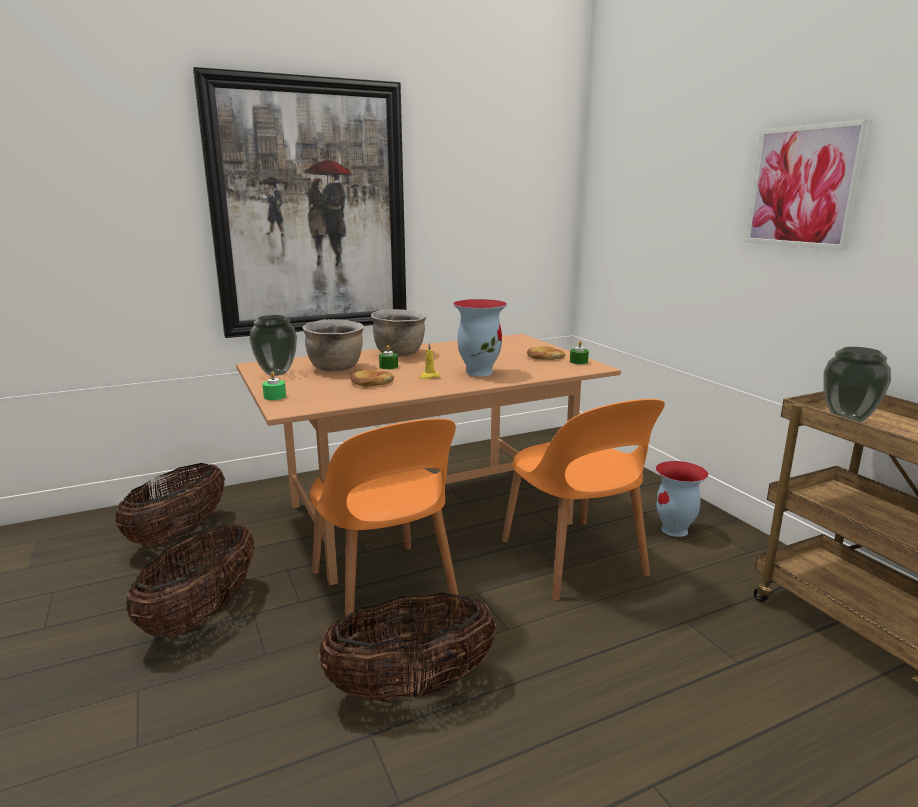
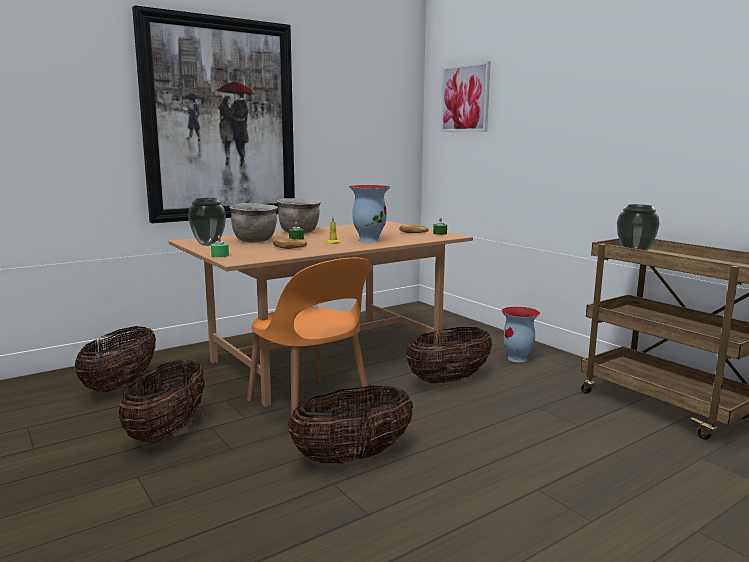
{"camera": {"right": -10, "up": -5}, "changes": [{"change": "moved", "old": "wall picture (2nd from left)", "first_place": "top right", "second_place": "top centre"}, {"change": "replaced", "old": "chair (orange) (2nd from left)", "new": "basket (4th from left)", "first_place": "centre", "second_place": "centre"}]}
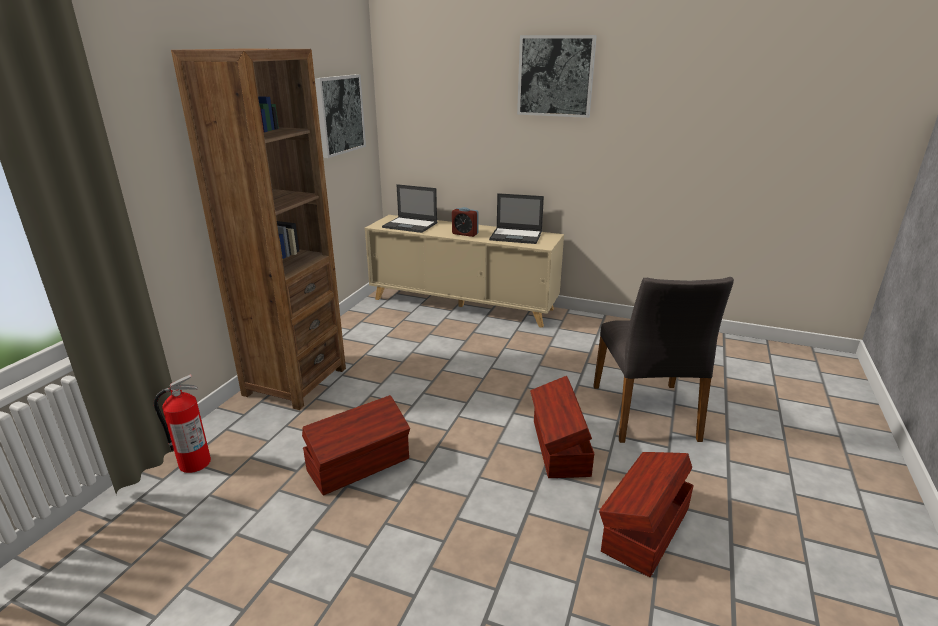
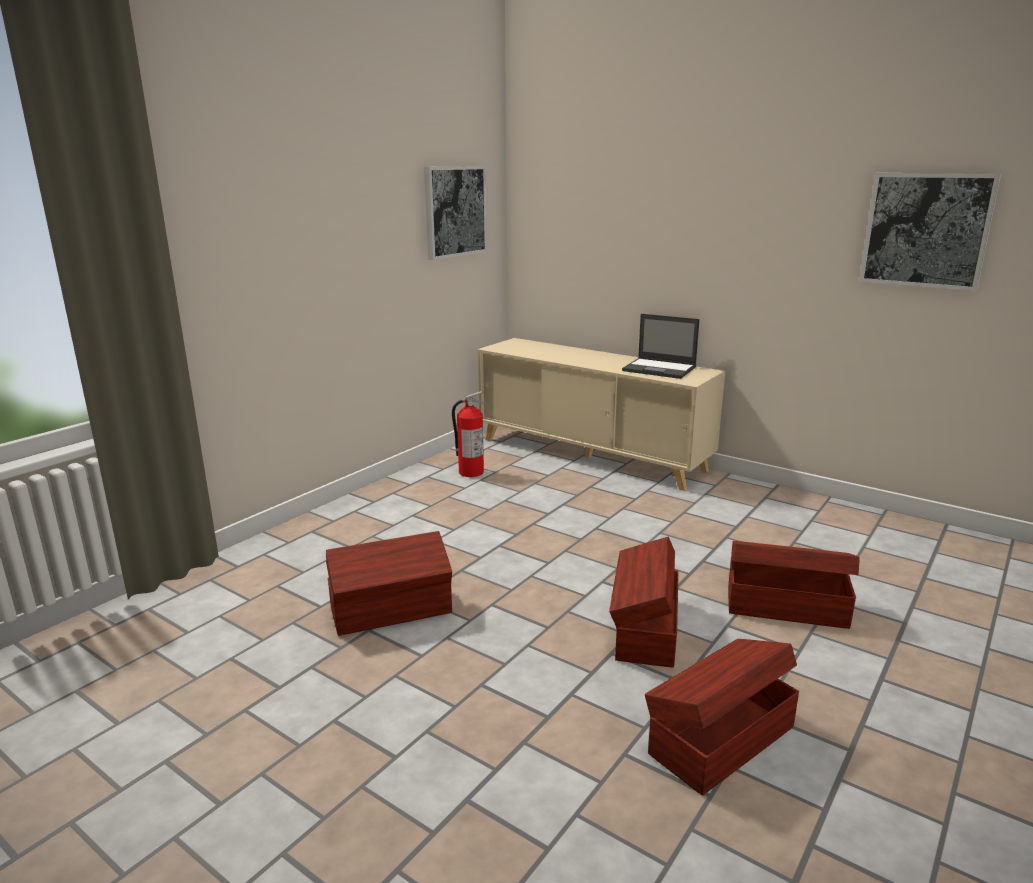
{"camera": {"right": 15, "up": -5}, "changes": [{"change": "removed", "old": "bookshelf (brown-coloured)", "first_place": "middle left"}, {"change": "removed", "old": "laptop (1st from left)", "first_place": "top centre"}, {"change": "removed", "old": "table clock", "first_place": "centre"}, {"change": "moved", "old": "extinguisher", "first_place": "bottom left", "second_place": "centre"}, {"change": "moved", "old": "wall picture (2nd from left)", "first_place": "top centre", "second_place": "top right"}, {"change": "replaced", "old": "chair (greyish)", "new": "storage container (brown-coloured) (4th from left)", "first_place": "middle right", "second_place": "middle right"}]}
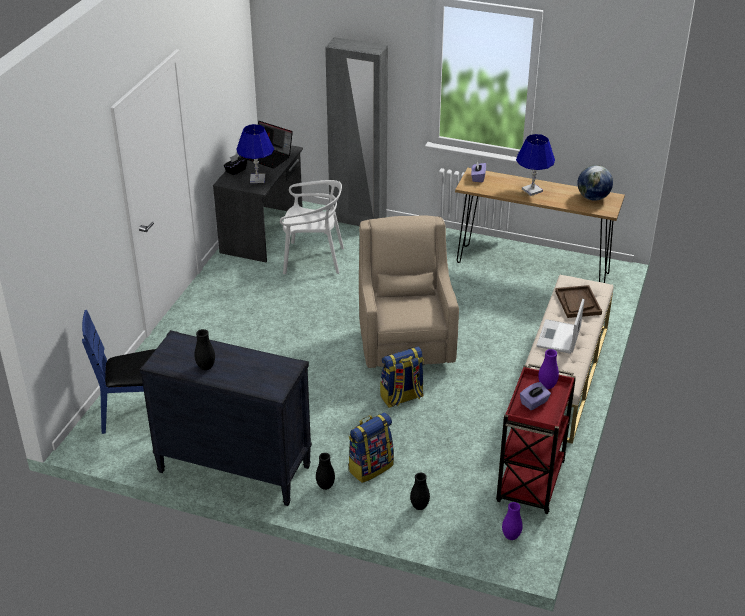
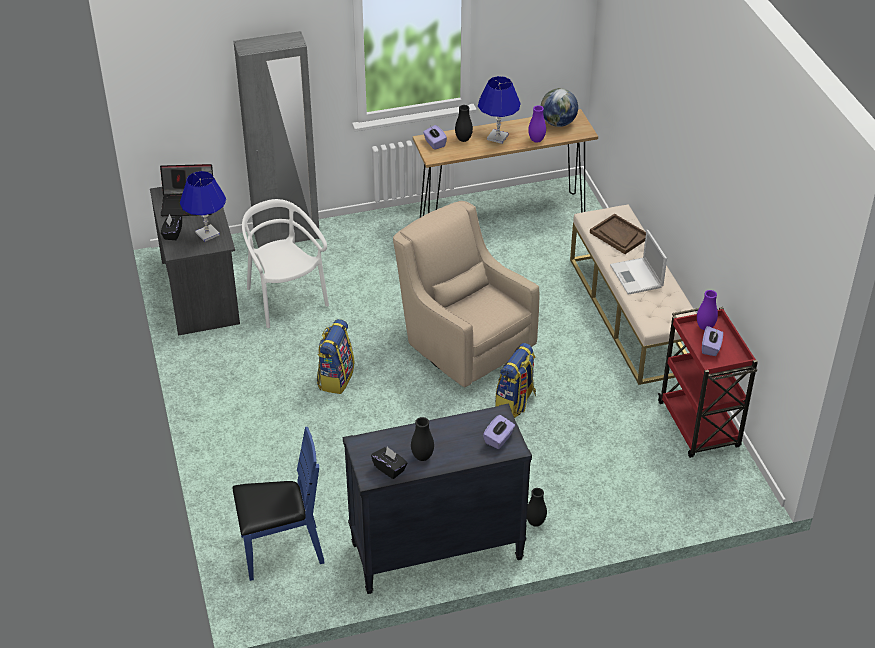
{"camera": {"right": -35, "up": 5}, "changes": [{"change": "added", "new": "box of tissues (black-coloured) (2nd from left)", "second_place": "bottom centre"}, {"change": "added", "new": "box of tissues (purple) (2nd from left)", "second_place": "bottom centre"}, {"change": "moved", "old": "knapsack (1st from left)", "first_place": "bottom centre", "second_place": "centre"}, {"change": "moved", "old": "flower vase (black-coloured) (3rd from left in the first image)", "new": "flower vase (black-coloured) (2nd from left)", "first_place": "bottom centre", "second_place": "top centre"}, {"change": "moved", "old": "flower vase (purple) (1st from left)", "first_place": "bottom right", "second_place": "top centre"}, {"change": "turned", "old": "chair (bluish)", "first_place": "middle left", "second_place": "bottom left", "degrees": -150}, {"change": "turned", "old": "chair (whitish)", "first_place": "centre", "second_place": "middle left", "degrees": -90}]}
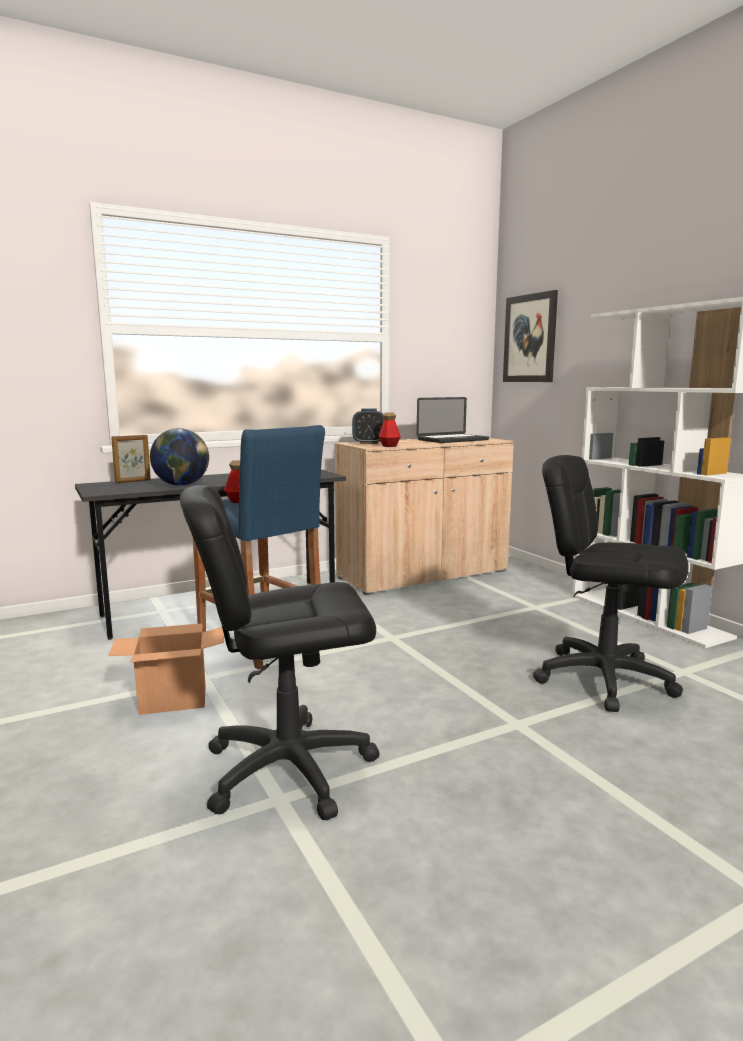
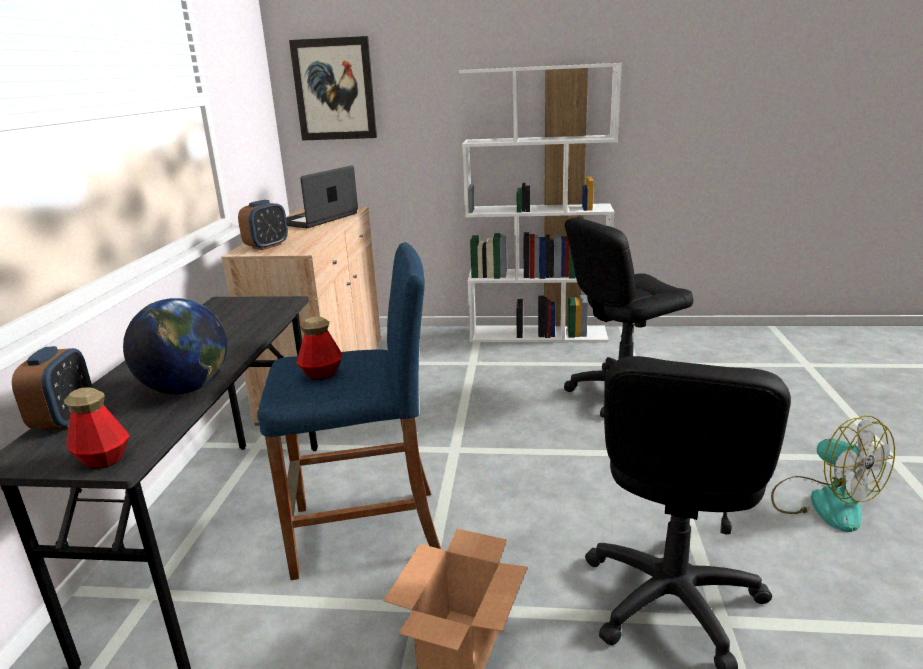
{"camera": {"right": -55, "up": 10}, "changes": [{"change": "added", "new": "electric fan", "second_place": "bottom right"}, {"change": "moved", "old": "beverage bottle (2nd from left in the first image)", "new": "beverage bottle (1st from left)", "first_place": "centre", "second_place": "middle left"}, {"change": "replaced", "old": "standing frame", "new": "table clock (1st from left)", "first_place": "middle left", "second_place": "middle left"}, {"change": "turned", "old": "laptop", "first_place": "centre", "second_place": "top centre", "degrees": -150}]}
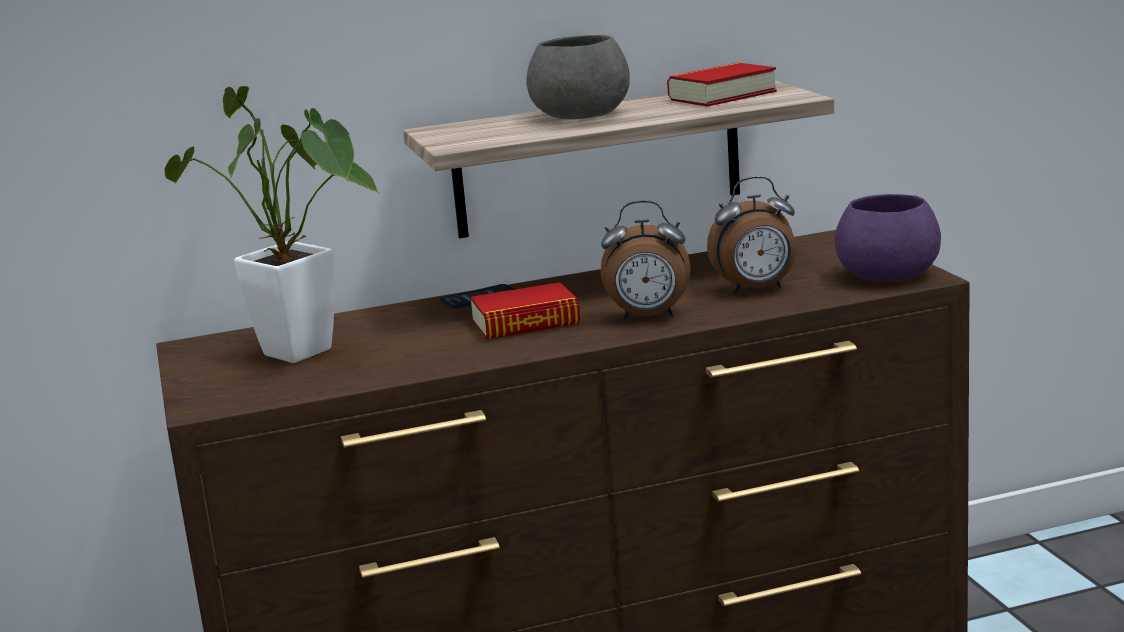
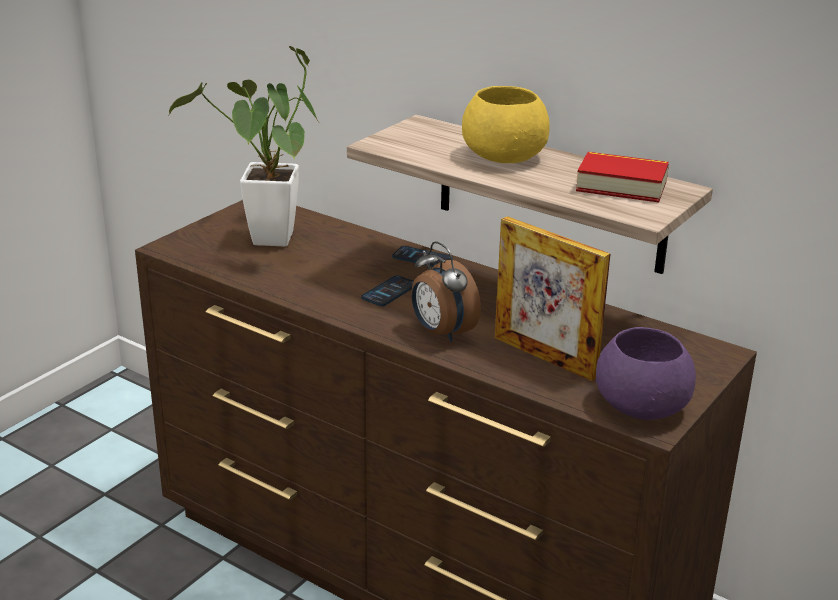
{"camera": {"right": 50, "up": 10}, "changes": [{"change": "replaced", "old": "volume (1st from left)", "new": "telephone (1st from left)", "first_place": "centre", "second_place": "centre"}, {"change": "replaced", "old": "table clock (2nd from left)", "new": "standing frame", "first_place": "middle right", "second_place": "centre"}, {"change": "recoloured", "old": "bowl (greyish)", "new": "bowl (yellow-coloured)", "first_place": "top centre", "second_place": "top centre"}]}
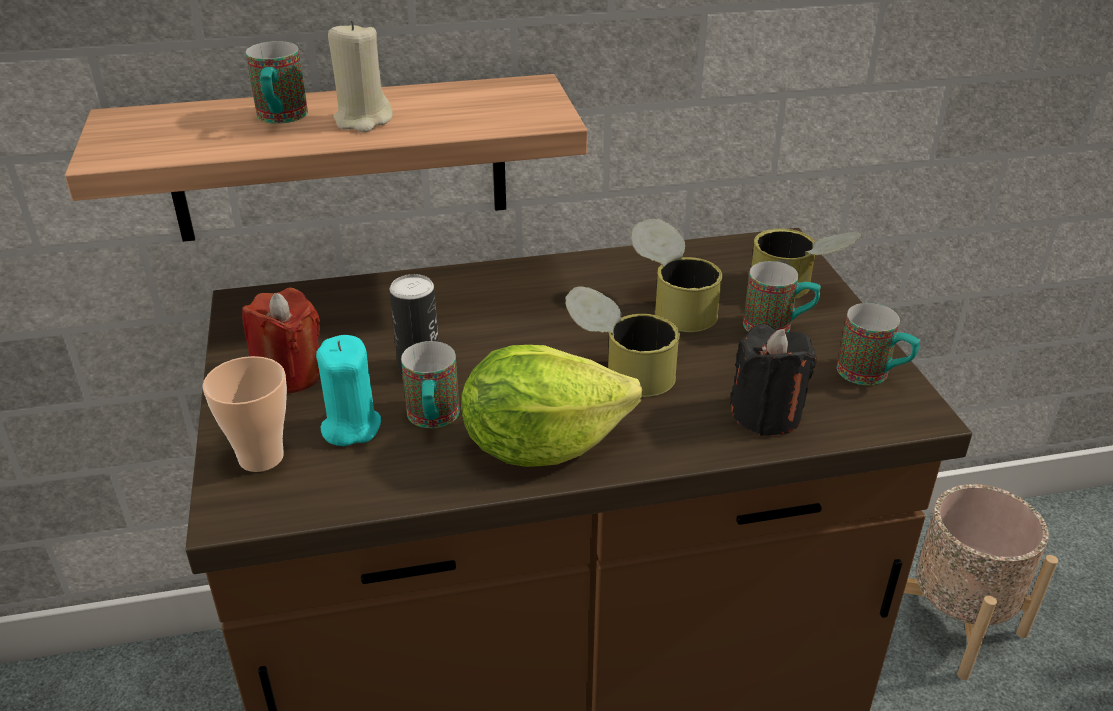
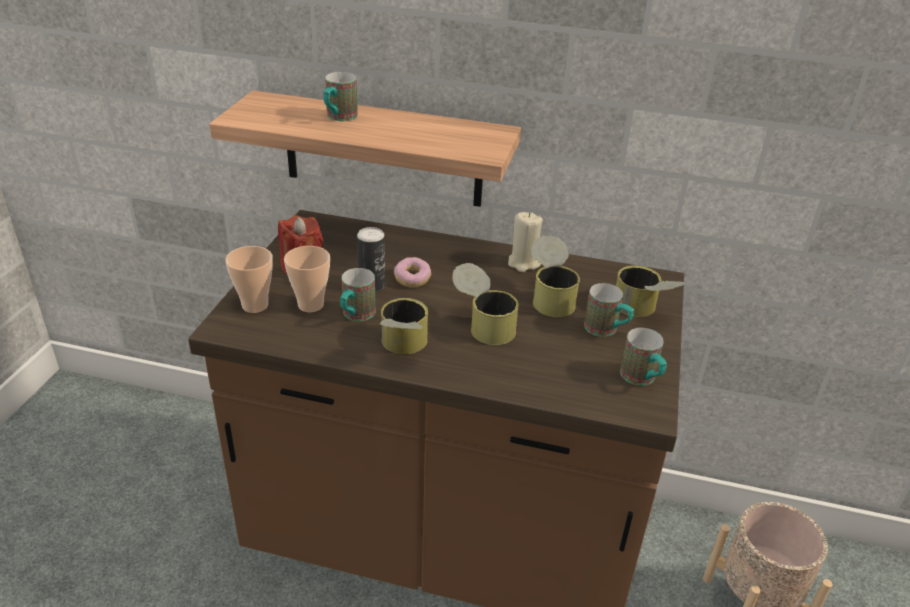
{"camera": {"right": 25, "up": 0}, "changes": [{"change": "removed", "old": "candle (black-coloured)", "first_place": "middle right"}, {"change": "added", "new": "donut", "second_place": "centre"}, {"change": "moved", "old": "candle (beige-coloured)", "first_place": "top left", "second_place": "centre"}, {"change": "replaced", "old": "candle (turquoise)", "new": "cup (2nd from left)", "first_place": "middle left", "second_place": "centre"}, {"change": "replaced", "old": "lettuce head", "new": "sealed can (2nd from left)", "first_place": "centre", "second_place": "centre"}]}
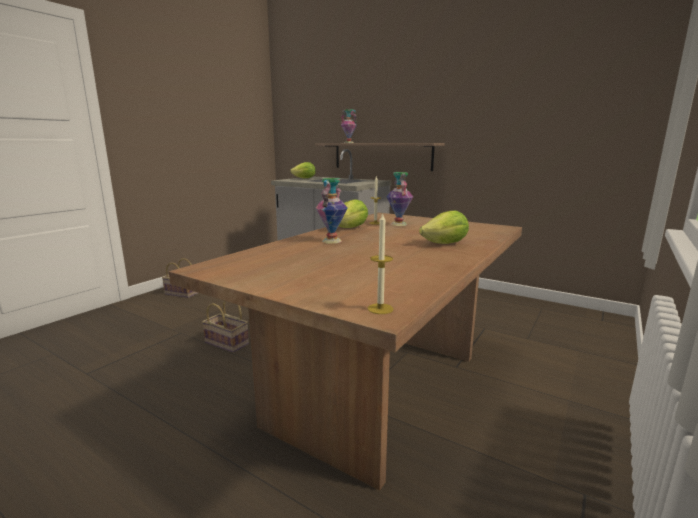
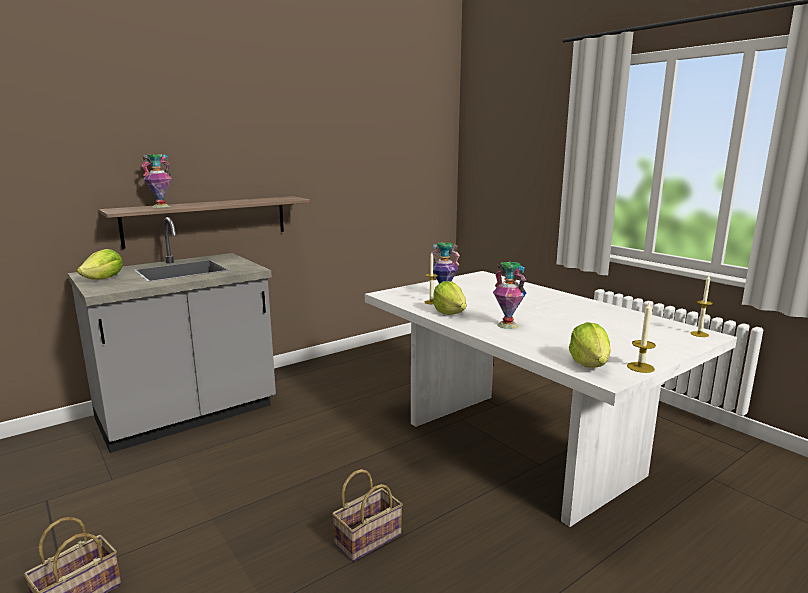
{"camera": {"right": -70, "up": 0}, "changes": [{"change": "added", "new": "candle (2nd from left)", "second_place": "middle right"}, {"change": "moved", "old": "lettuce head (3rd from left)", "first_place": "centre", "second_place": "middle right"}, {"change": "recoloured", "old": "dining table (brown-coloured)", "new": "dining table (whitish)", "first_place": "bottom centre", "second_place": "bottom right"}]}
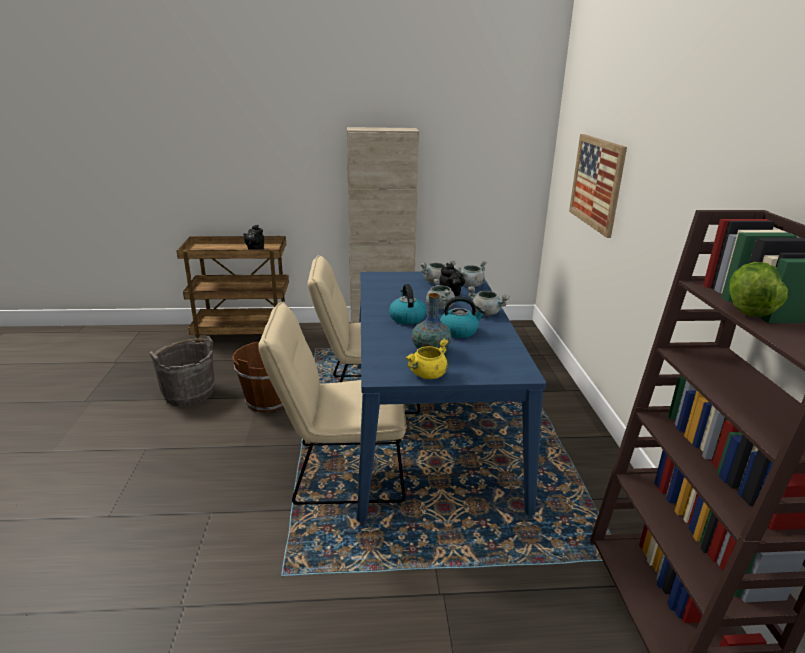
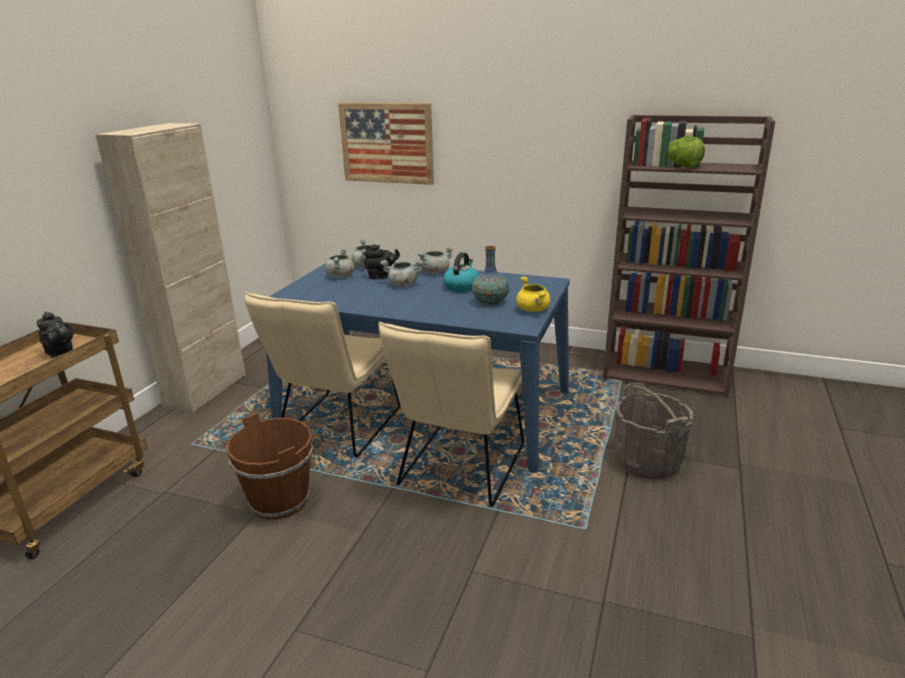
{"camera": {"right": -65, "up": 0}, "changes": [{"change": "removed", "old": "water kettle (1st from left)", "first_place": "centre"}, {"change": "moved", "old": "water bucket (greyish)", "first_place": "middle left", "second_place": "middle right"}]}
